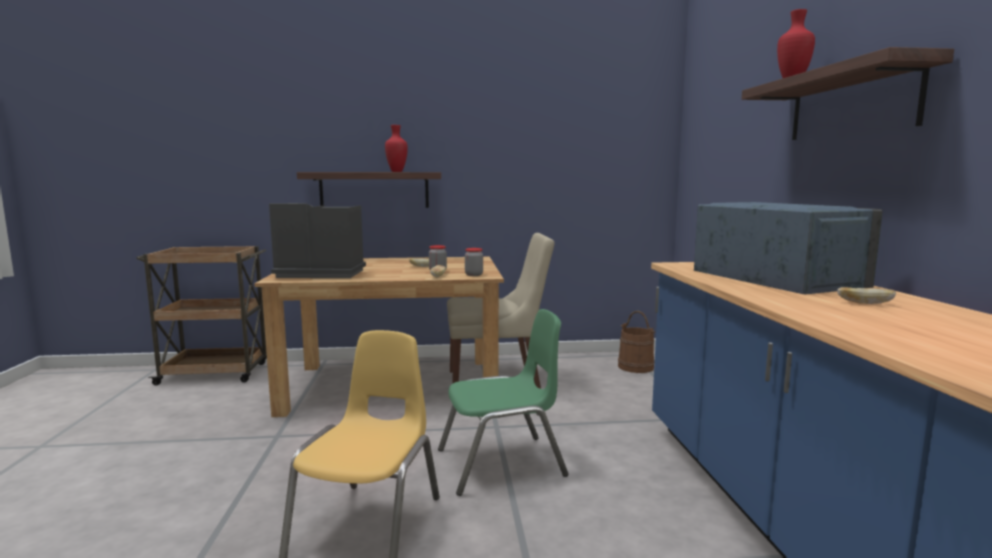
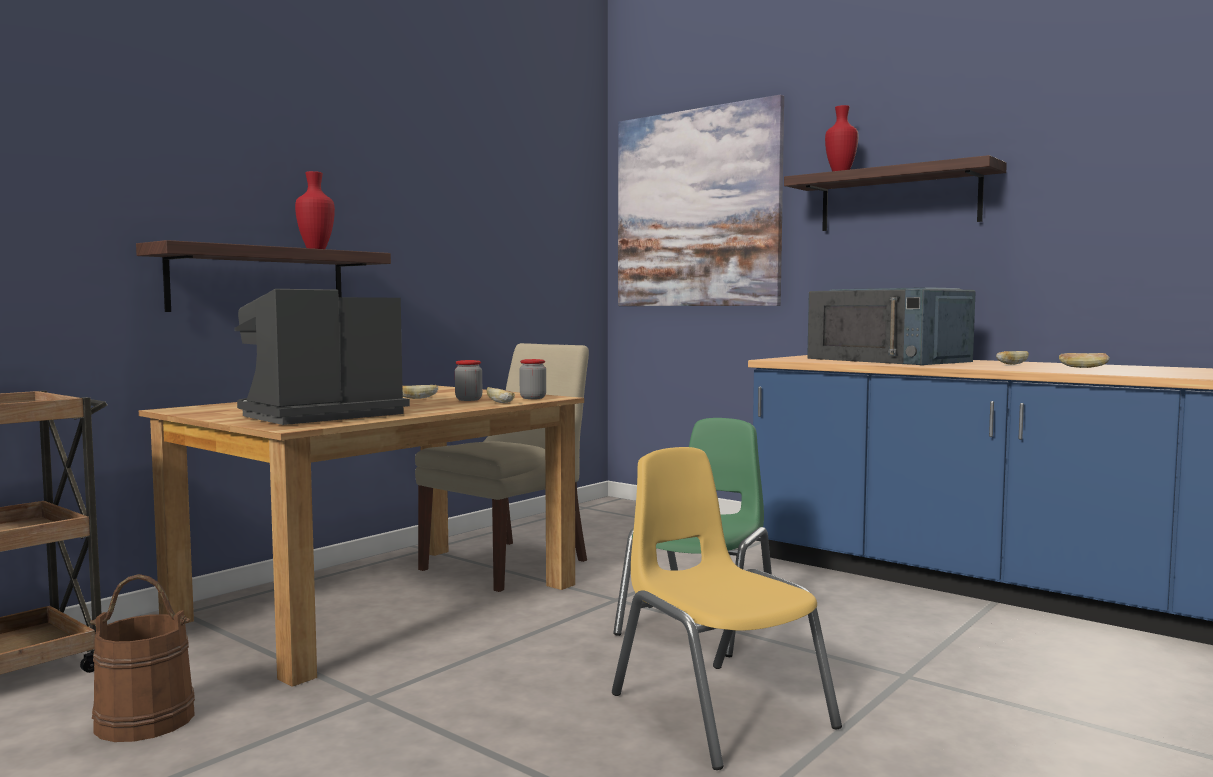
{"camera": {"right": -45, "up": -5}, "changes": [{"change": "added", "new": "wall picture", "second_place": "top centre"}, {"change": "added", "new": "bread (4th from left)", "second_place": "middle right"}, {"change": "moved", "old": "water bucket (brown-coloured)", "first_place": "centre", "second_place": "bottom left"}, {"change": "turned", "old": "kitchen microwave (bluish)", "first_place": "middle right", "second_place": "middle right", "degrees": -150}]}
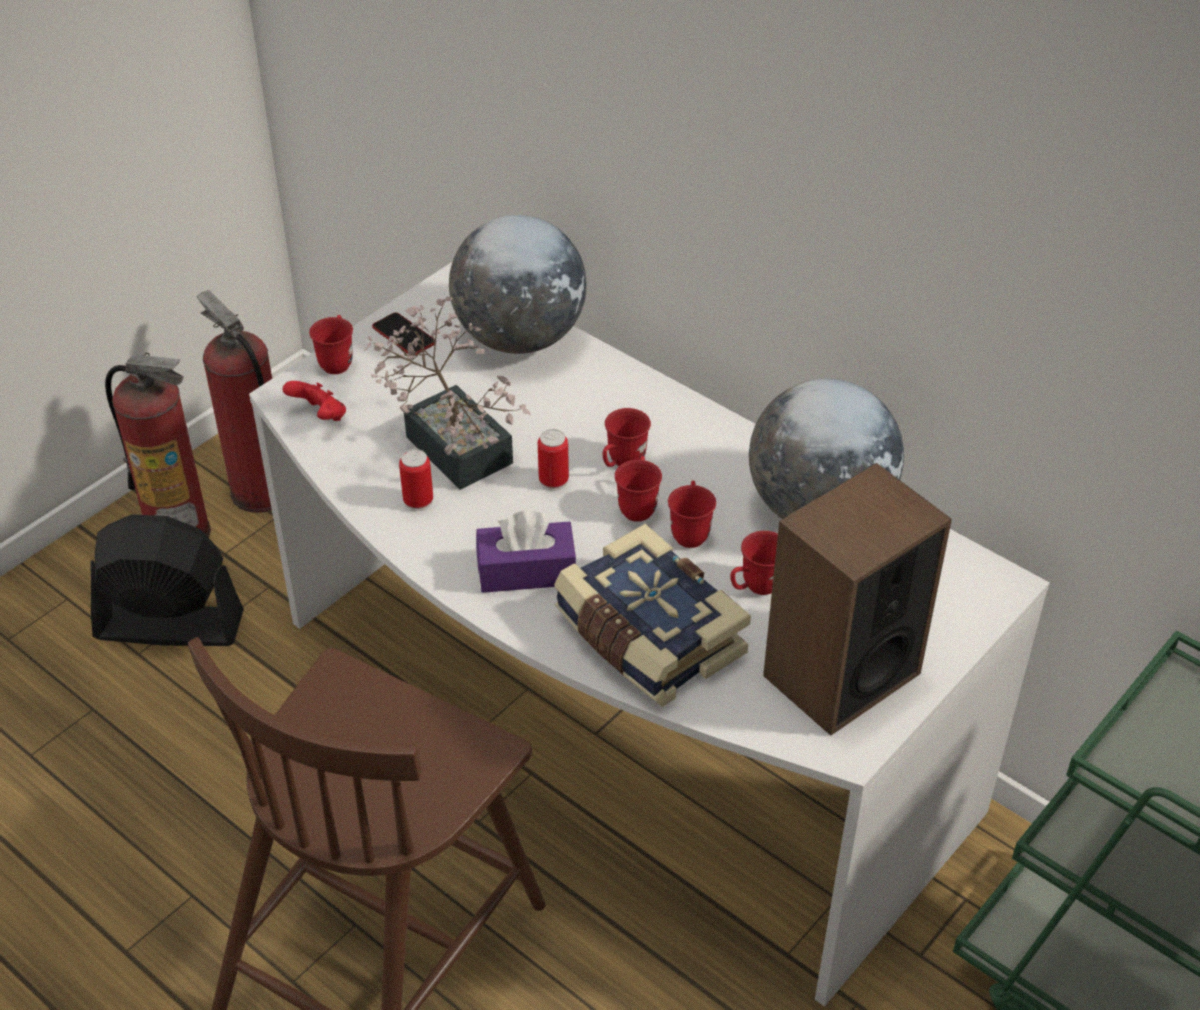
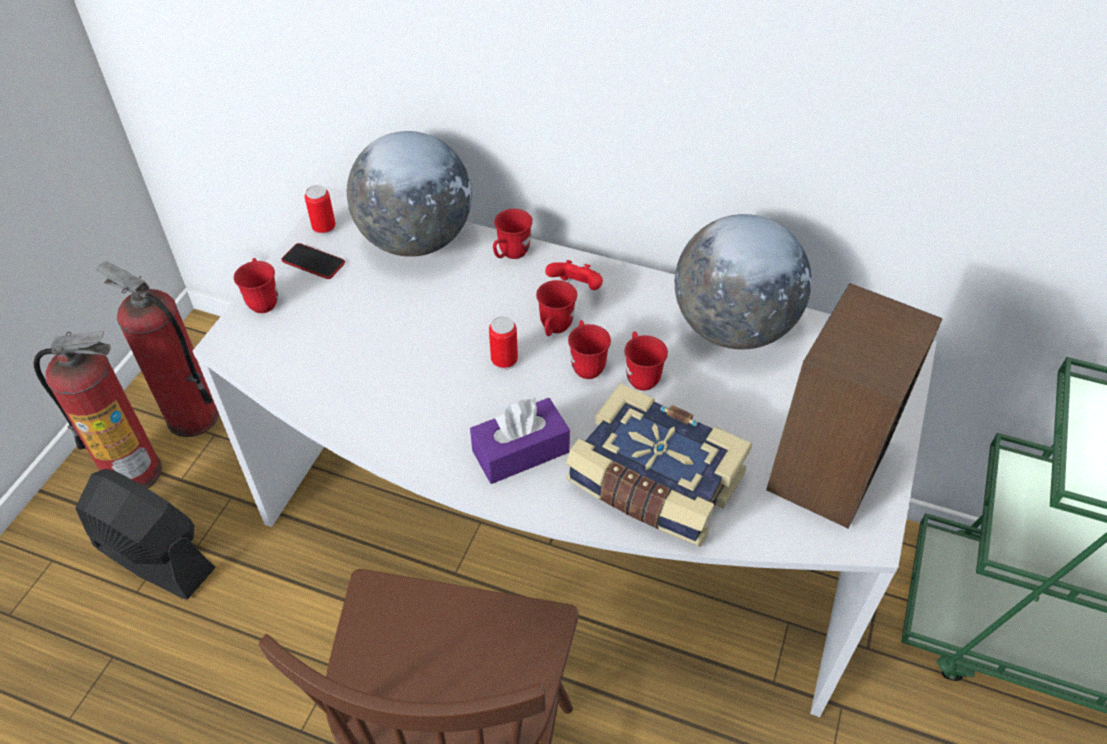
{"camera": {"right": -20, "up": 5}, "changes": [{"change": "removed", "old": "plant in a pot", "first_place": "centre"}, {"change": "moved", "old": "gamepad (red)", "first_place": "middle left", "second_place": "centre"}, {"change": "moved", "old": "sealed can (1st from left)", "first_place": "centre", "second_place": "top left"}, {"change": "moved", "old": "coffee mug (red) (5th from left in the first image)", "new": "coffee mug (red) (2nd from left)", "first_place": "centre", "second_place": "top centre"}, {"change": "turned", "old": "electric fan (black-coloured)", "first_place": "middle left", "second_place": "bottom left", "degrees": 45}]}
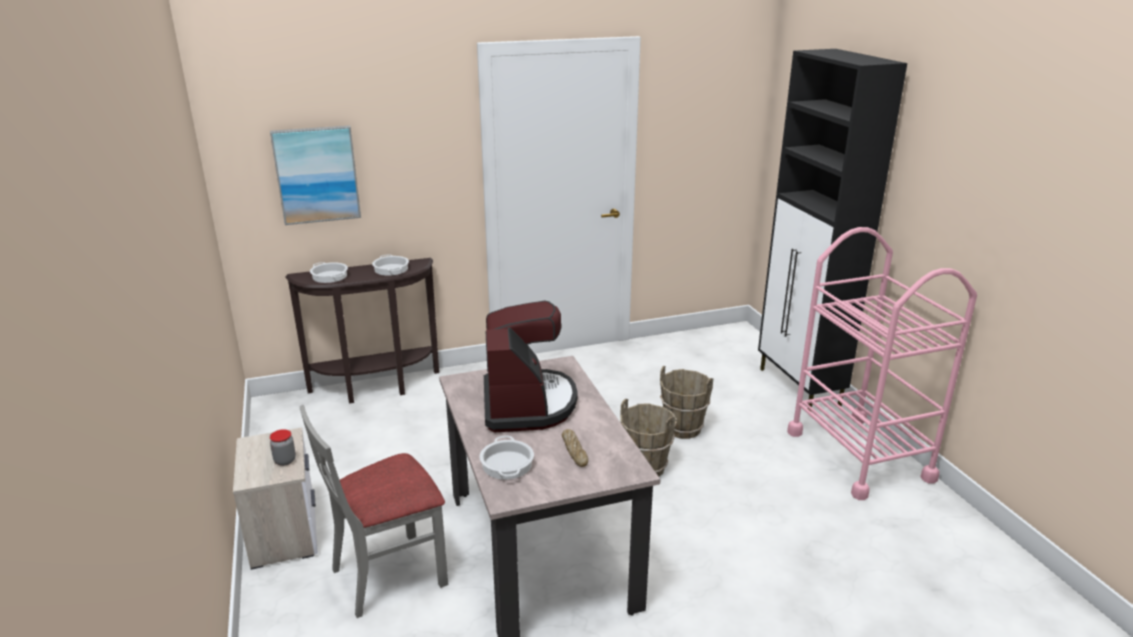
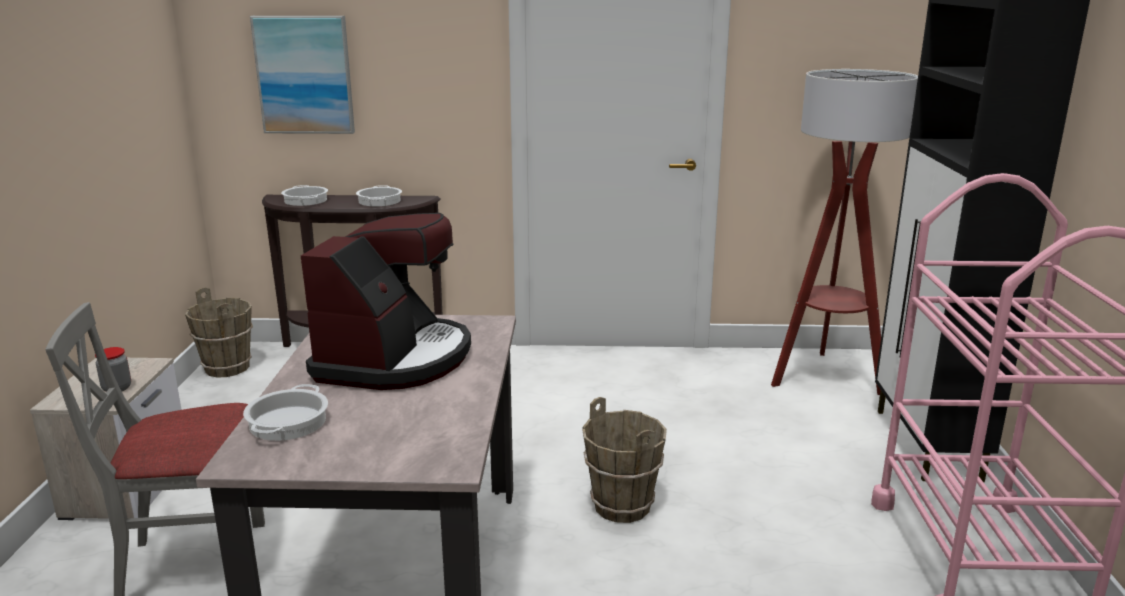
{"camera": {"right": 20, "up": -5}, "changes": [{"change": "removed", "old": "bread", "first_place": "bottom centre"}, {"change": "added", "new": "standing lamp", "second_place": "middle right"}, {"change": "moved", "old": "water bucket (brown-coloured) (2nd from left in the first image)", "new": "water bucket (brown-coloured) (1st from left)", "first_place": "centre", "second_place": "middle left"}]}
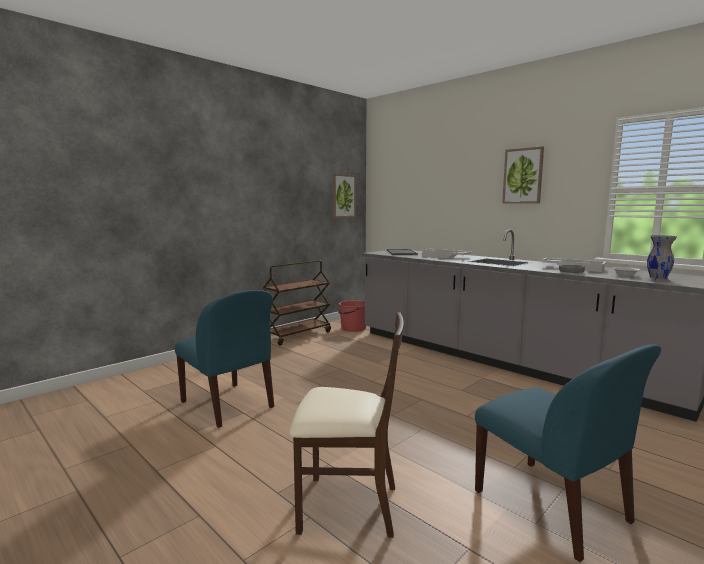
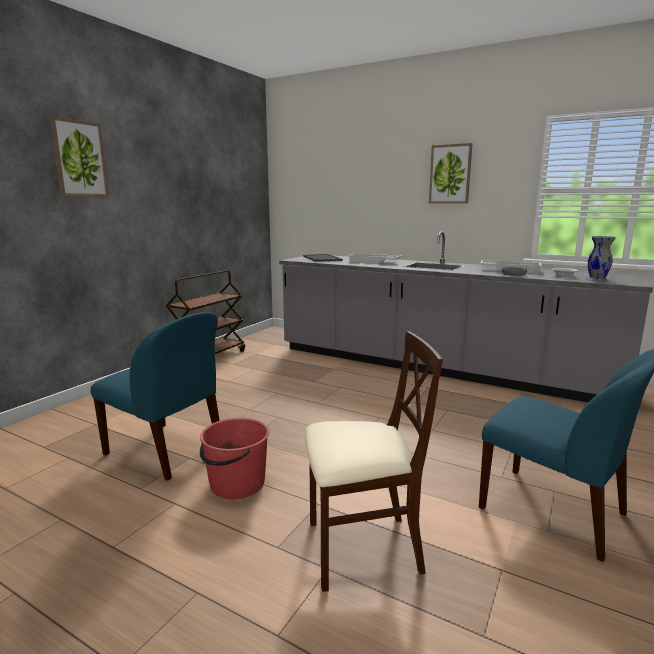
{"camera": {"right": -15, "up": 5}, "changes": [{"change": "moved", "old": "wall picture (1st from left)", "first_place": "centre", "second_place": "top left"}, {"change": "moved", "old": "water bucket (red)", "first_place": "centre", "second_place": "bottom centre"}]}
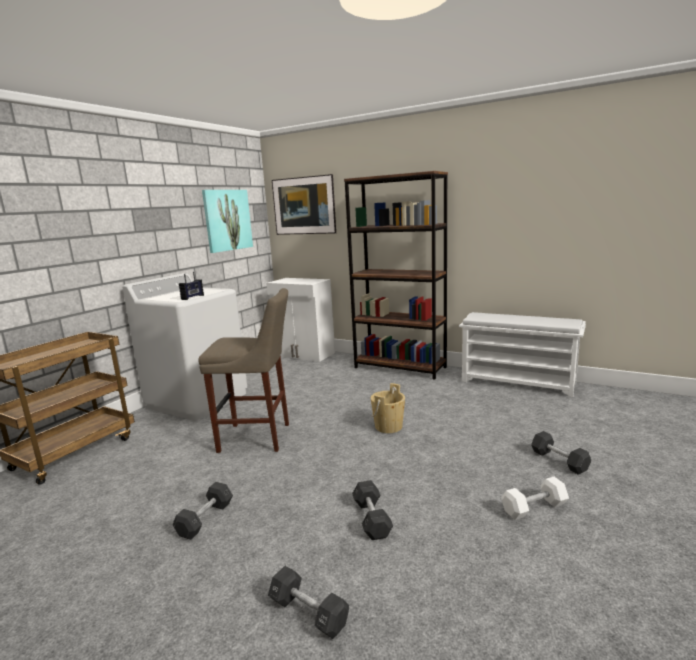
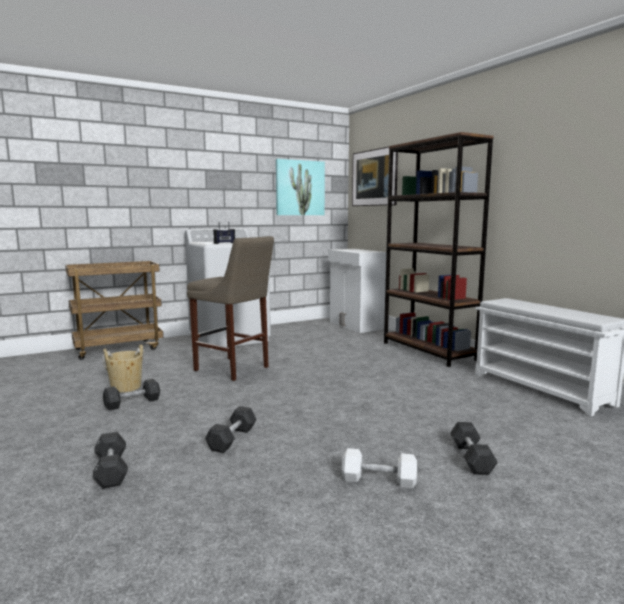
{"camera": {"right": 30, "up": -5}, "changes": [{"change": "moved", "old": "water bucket (beige-coloured)", "first_place": "centre", "second_place": "middle left"}]}
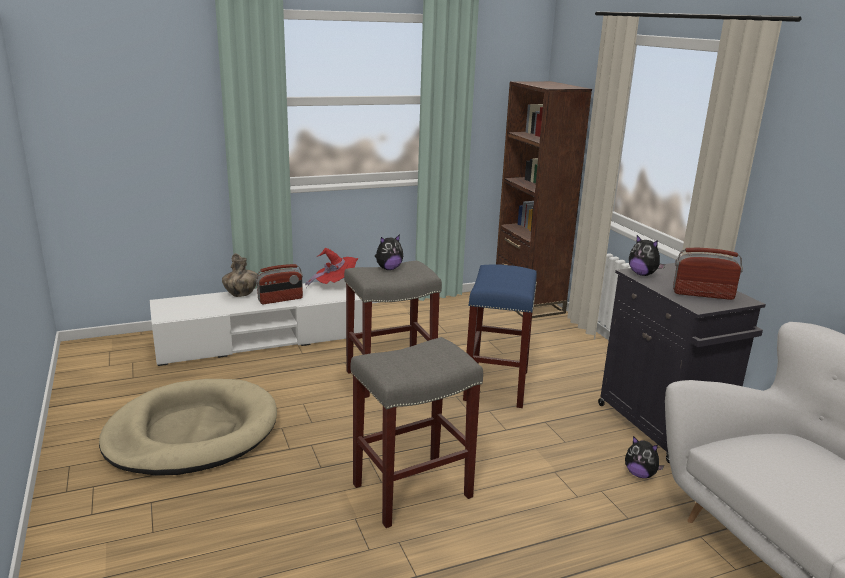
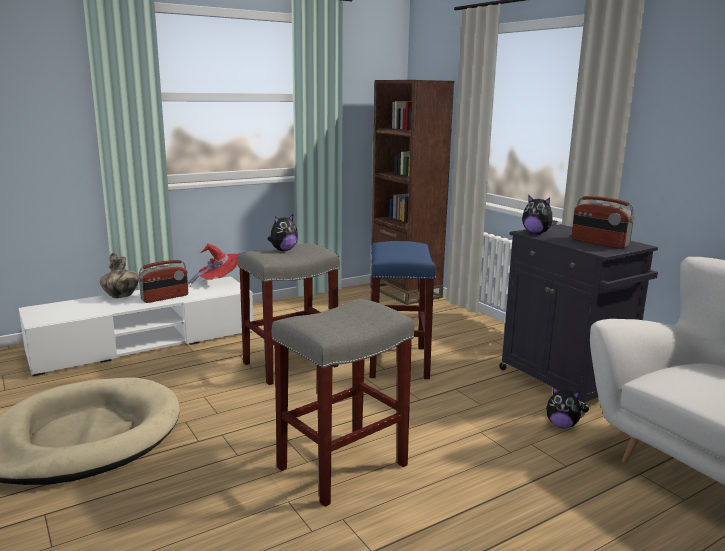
{"camera": {"right": -10, "up": -5}, "changes": [{"change": "turned", "old": "radio (2nd from left)", "first_place": "middle right", "second_place": "middle right", "degrees": -135}]}
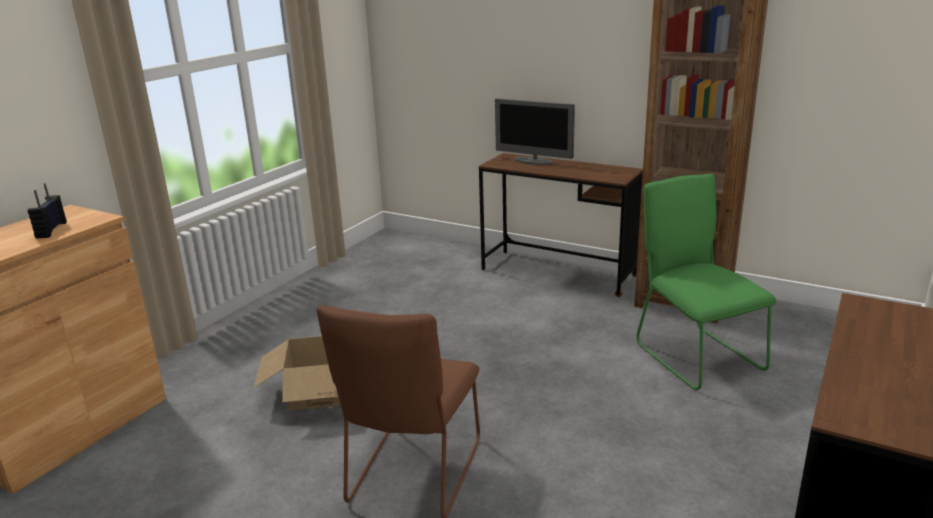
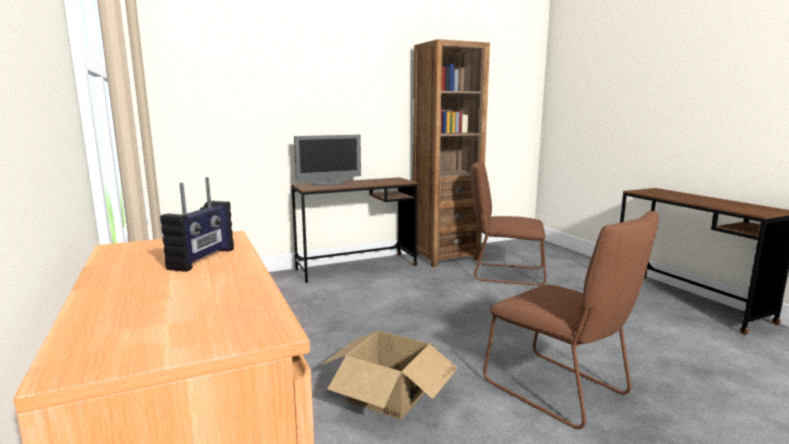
{"camera": {"right": -55, "up": -10}, "changes": [{"change": "recoloured", "old": "chair (green)", "new": "chair (brown-coloured) (1st from left)", "first_place": "middle right", "second_place": "centre"}, {"change": "turned", "old": "radio", "first_place": "middle left", "second_place": "middle left", "degrees": -105}]}
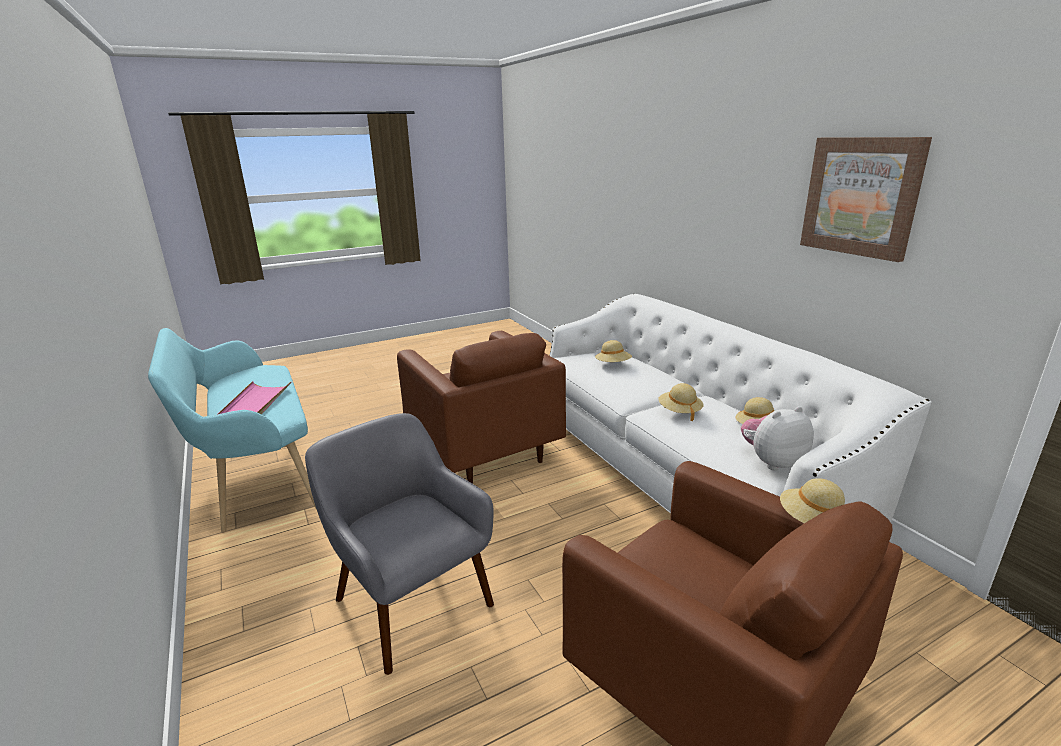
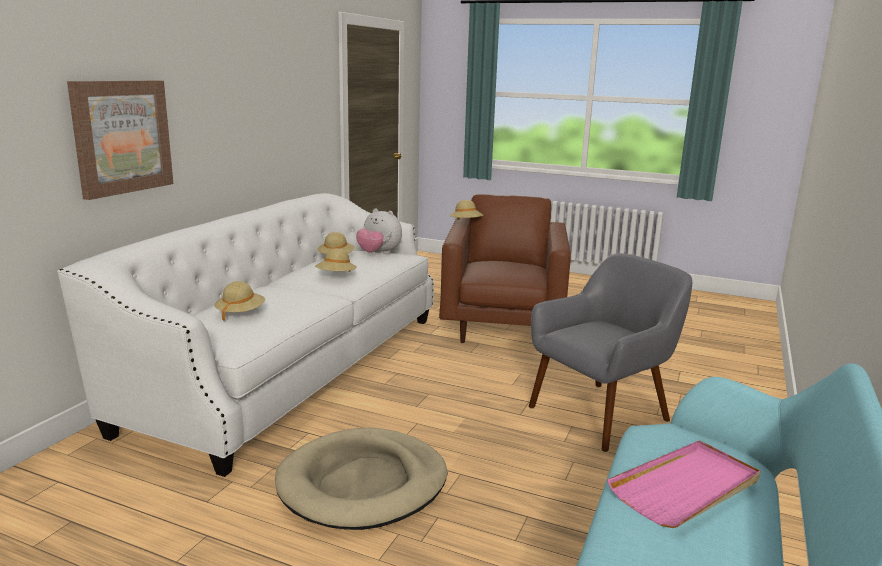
{"camera": {"right": -130, "up": -5}, "changes": [{"change": "moved", "old": "wall picture", "first_place": "top right", "second_place": "top left"}, {"change": "replaced", "old": "easy chair (brown-coloured) (1st from left)", "new": "dog bed (beige-coloured)", "first_place": "centre", "second_place": "bottom centre"}, {"change": "turned", "old": "easy chair (greyish)", "first_place": "bottom centre", "second_place": "middle right", "degrees": -135}]}
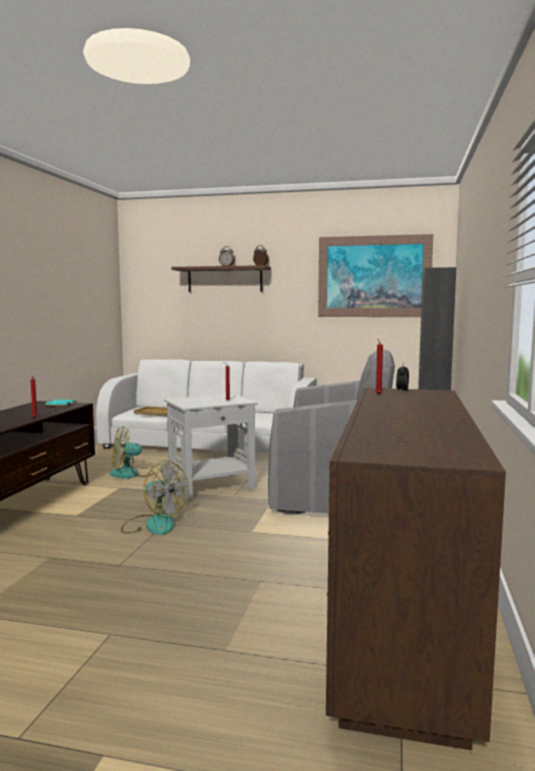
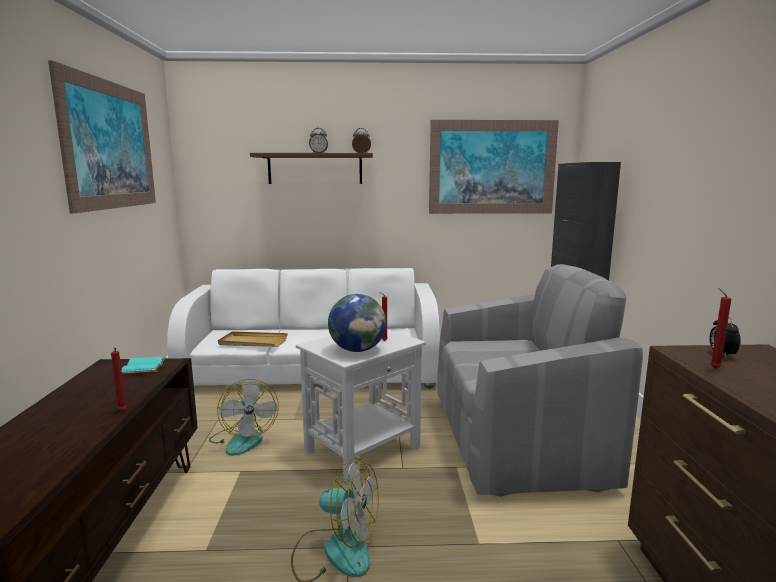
{"camera": {"right": -15, "up": 5}, "changes": [{"change": "added", "new": "wall picture (1st from left)", "second_place": "top left"}, {"change": "added", "new": "world globe", "second_place": "centre"}, {"change": "turned", "old": "electric fan (1st from left)", "first_place": "middle left", "second_place": "bottom left", "degrees": -75}]}
